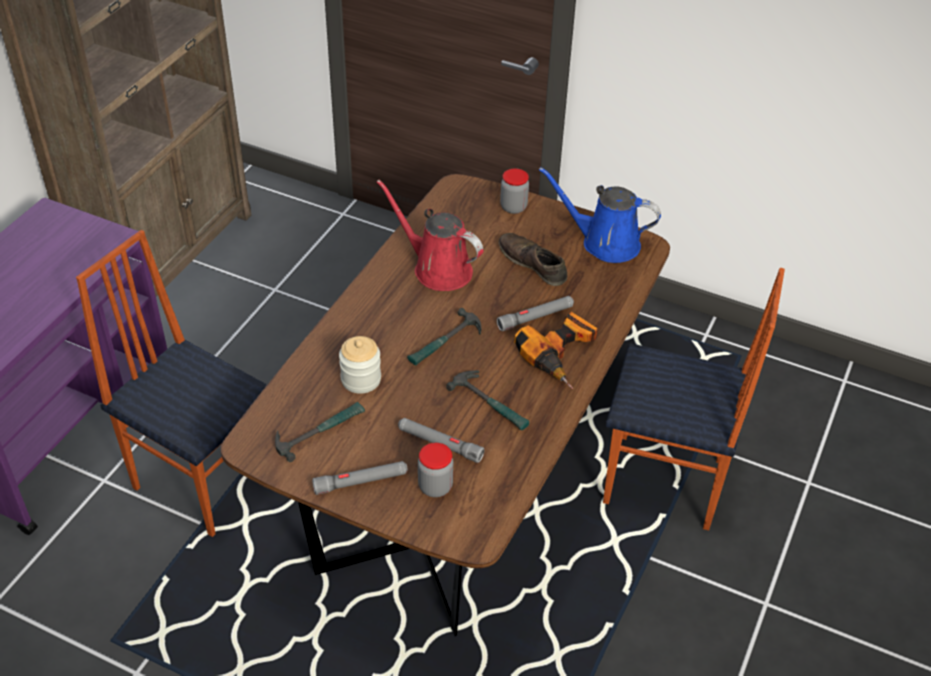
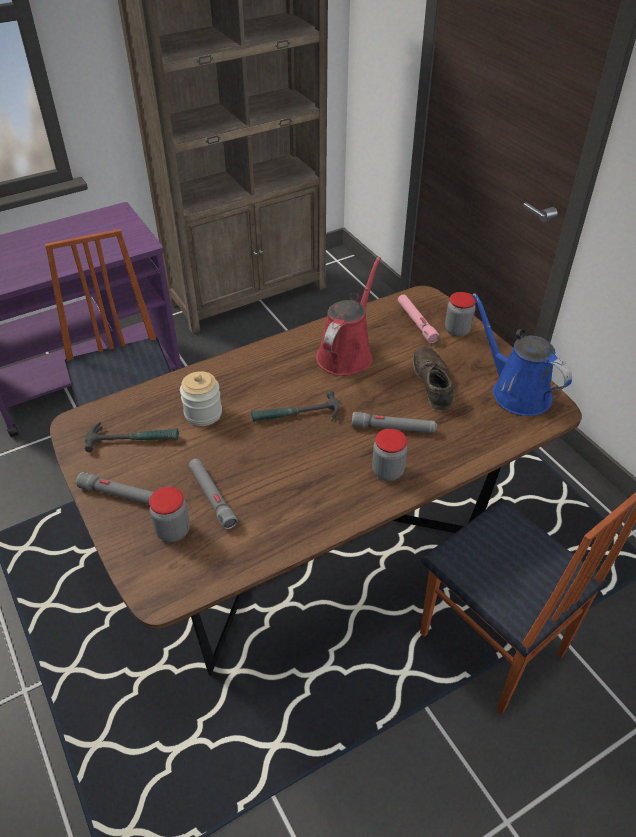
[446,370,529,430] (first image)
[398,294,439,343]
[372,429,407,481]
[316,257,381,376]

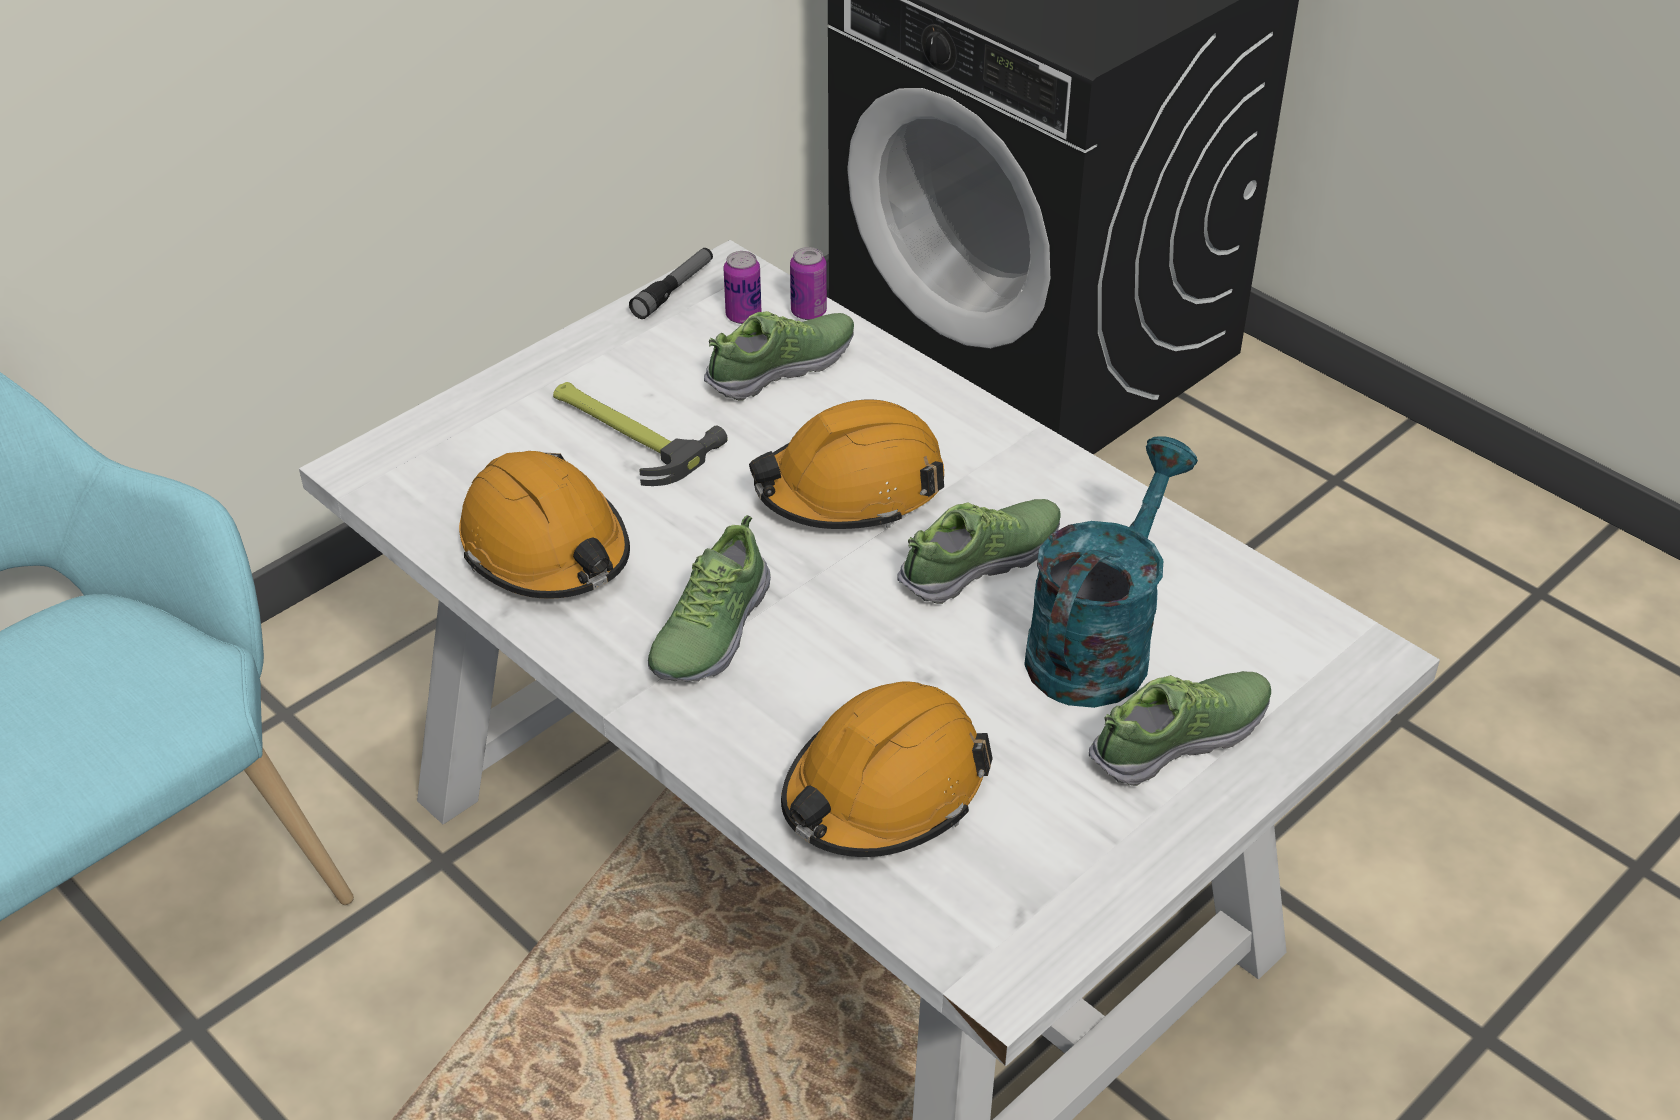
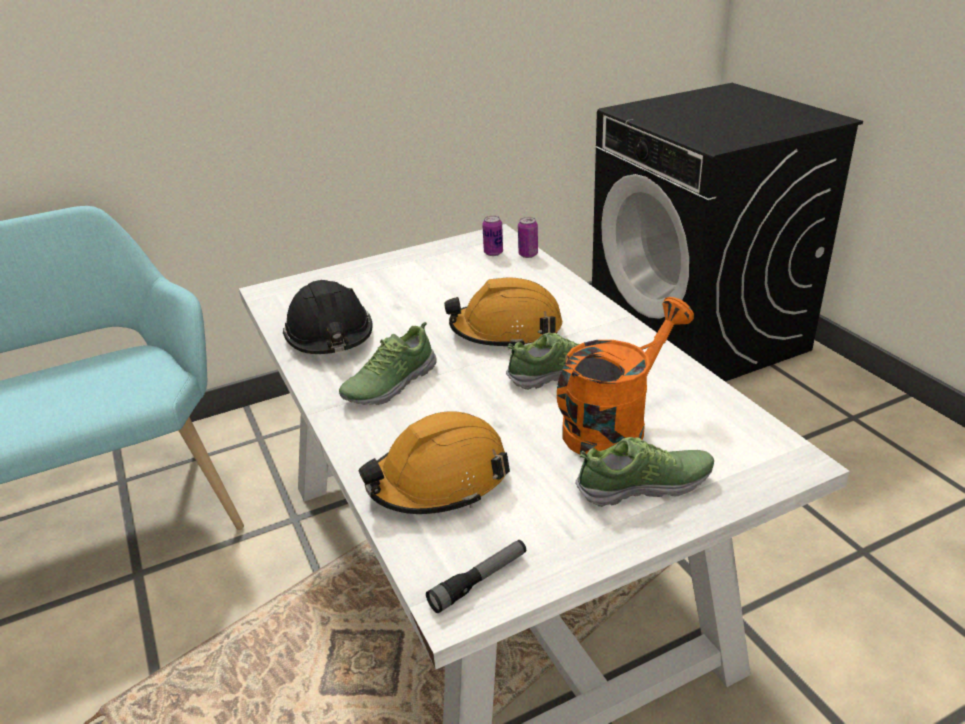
[553,382,728,486] (first image)
[704,311,854,401] (first image)
[426,540,526,613]
[283,280,373,354]
[557,297,694,455]

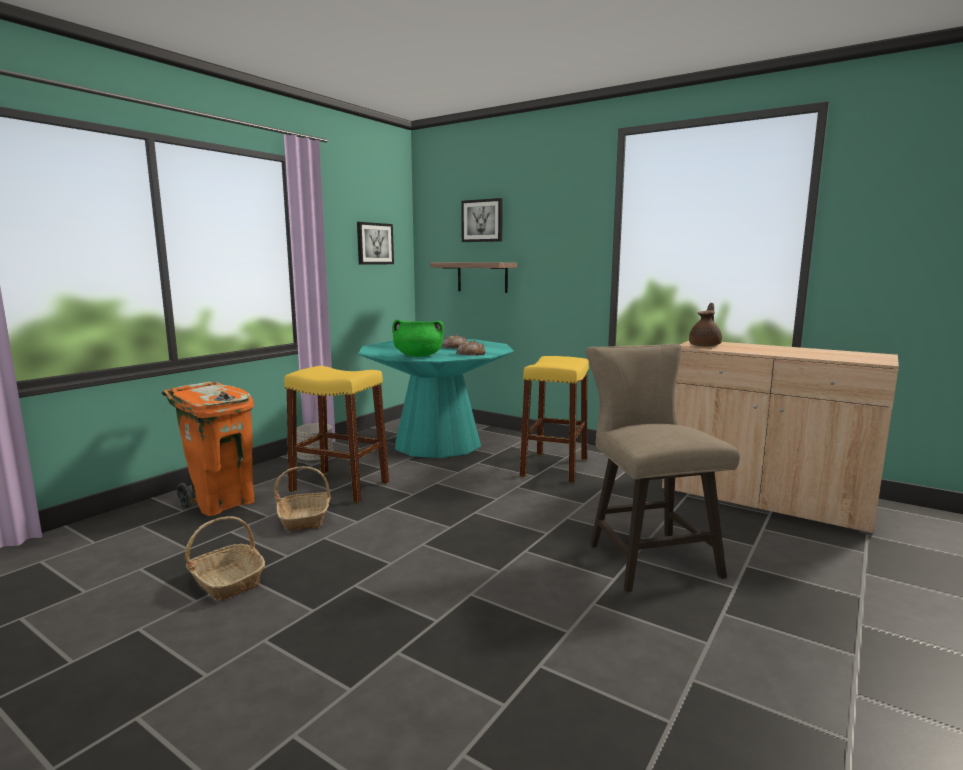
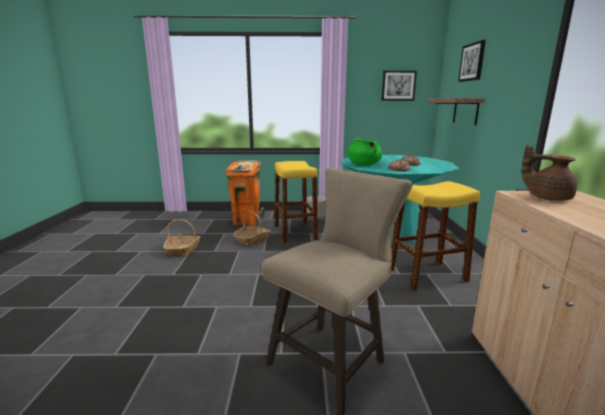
[522,144,577,201]

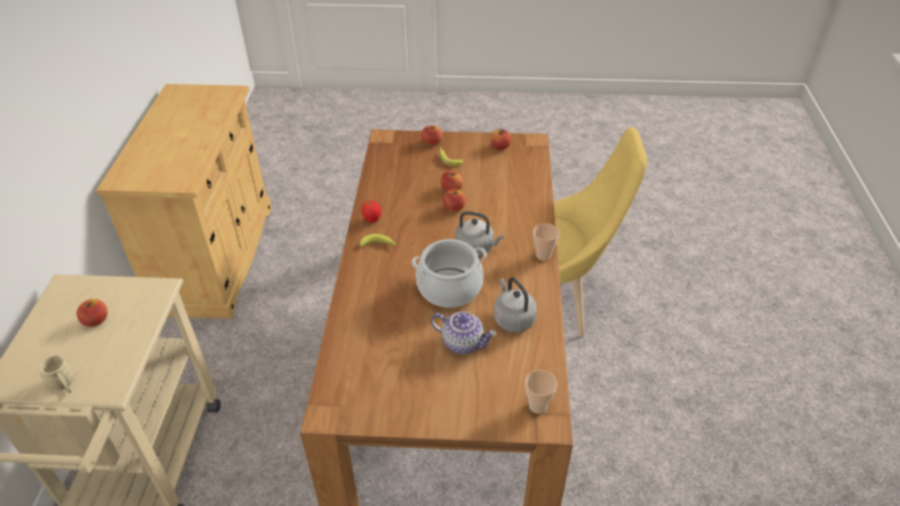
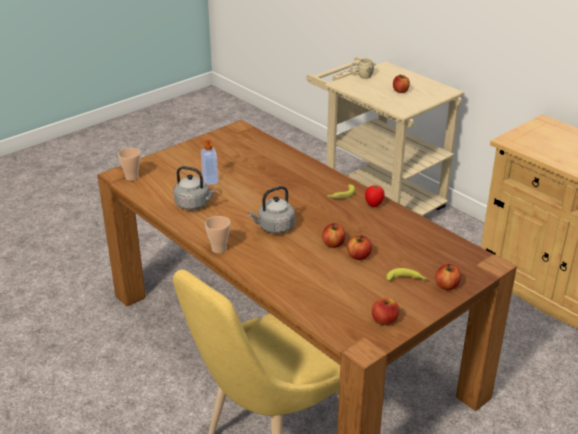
[412,239,487,308] (first image)
[200,139,219,185]

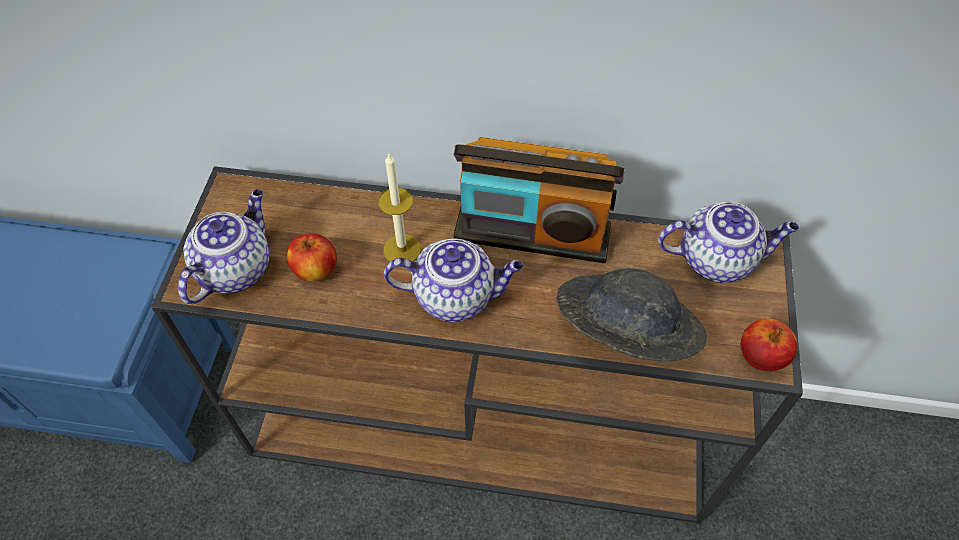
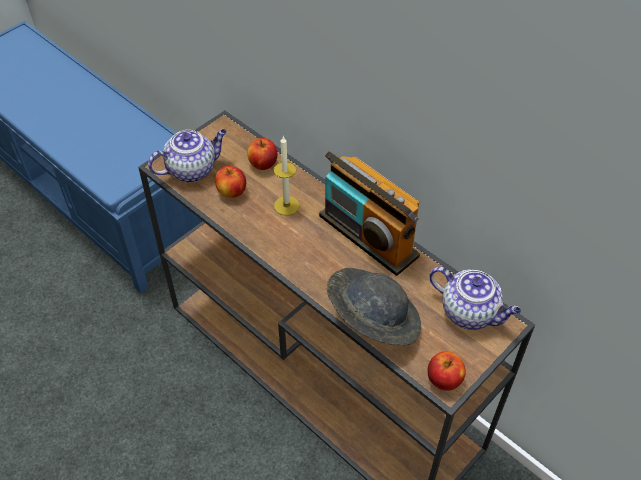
[384,238,524,322] (first image)
[247,138,277,170]

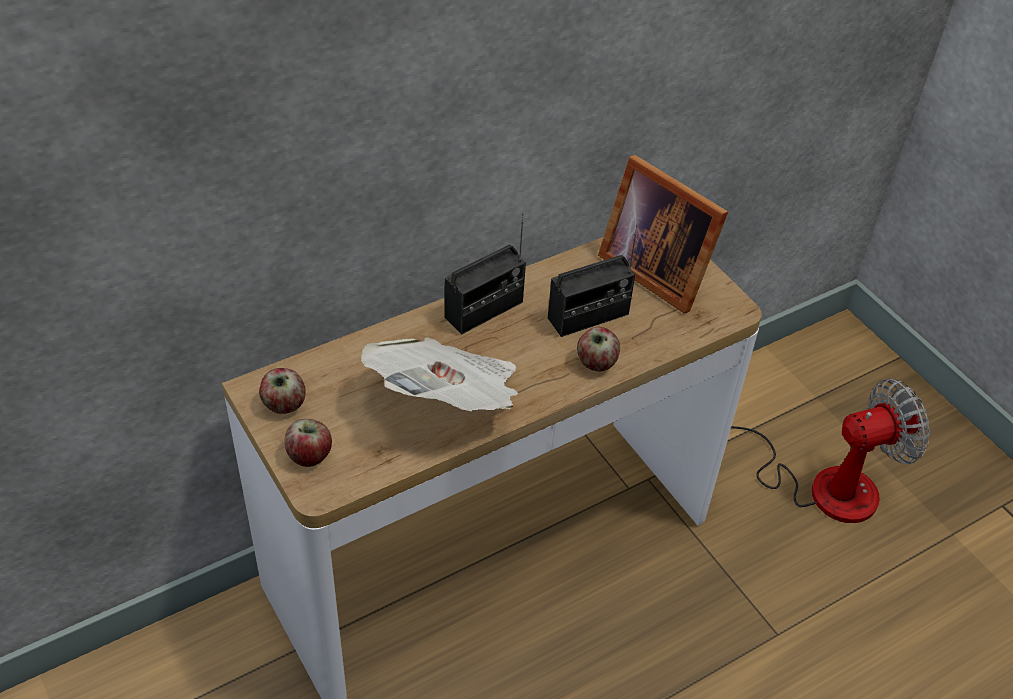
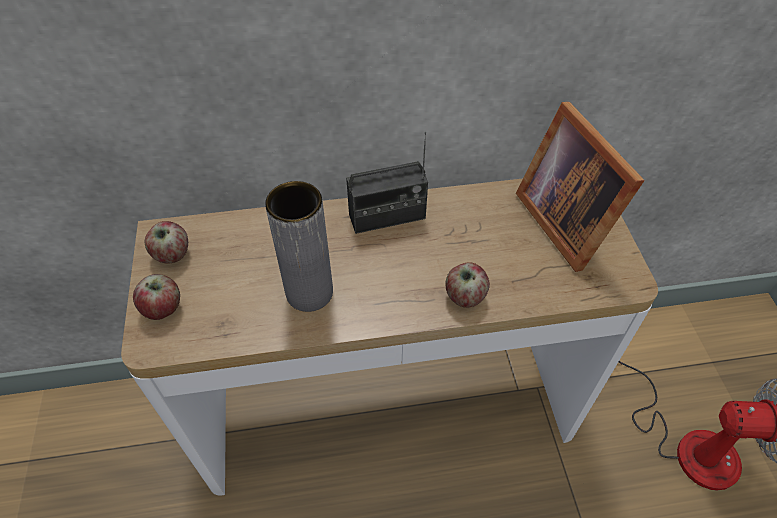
[548,225,638,337] (first image)
[265,181,333,312]

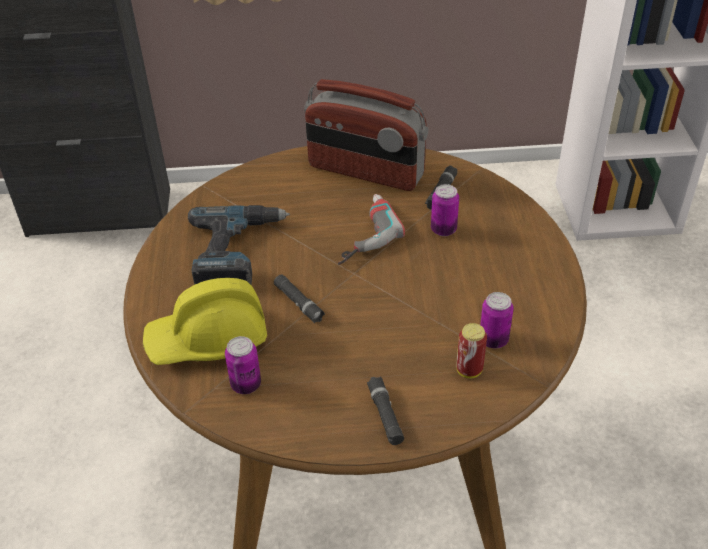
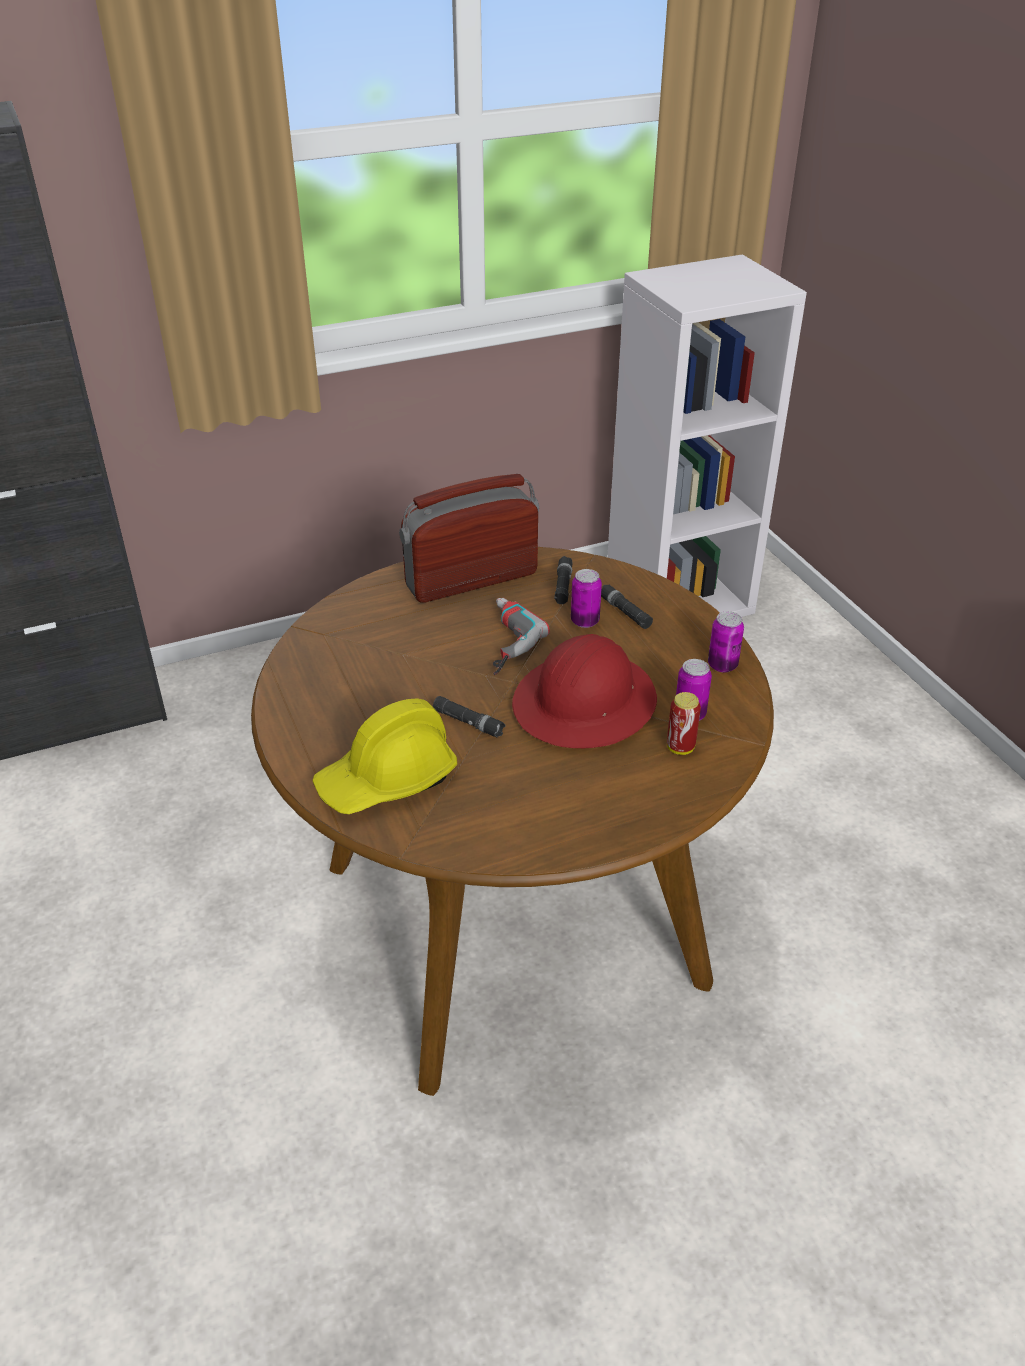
[188,205,290,285] (first image)
[512,634,657,749]
[708,611,744,672]
[601,585,653,629]
[399,474,539,603]

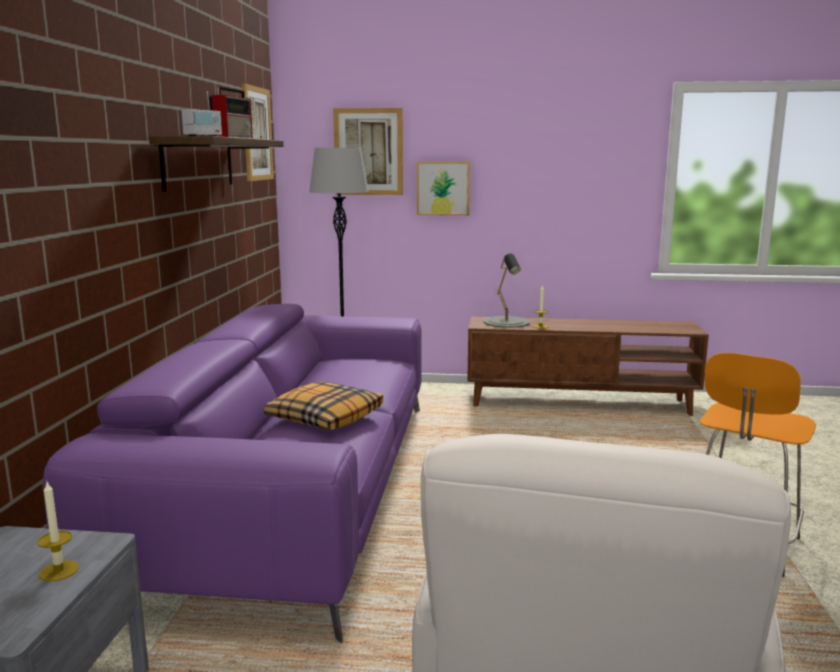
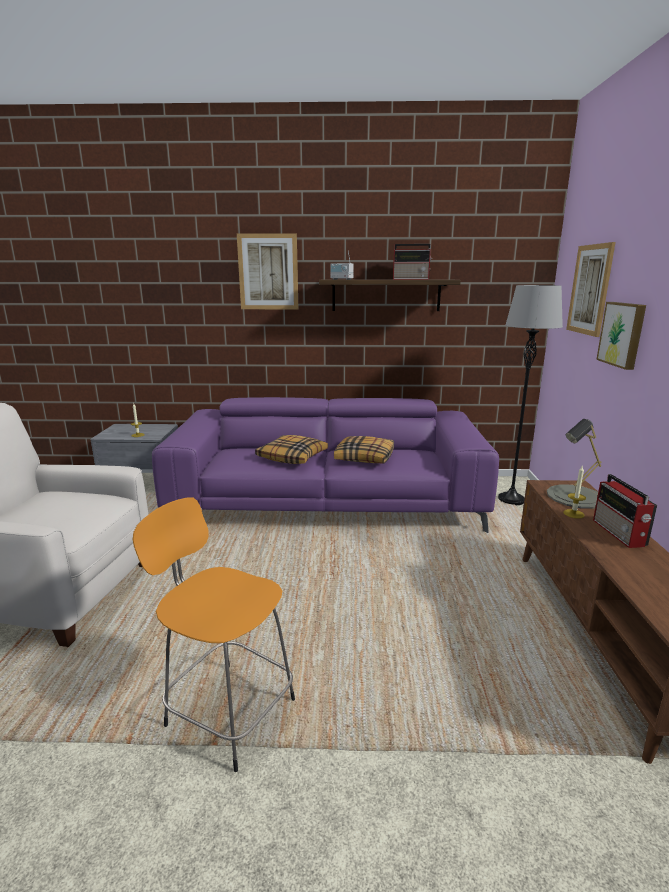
[334,436,394,464]
[593,474,657,548]
[237,233,298,309]

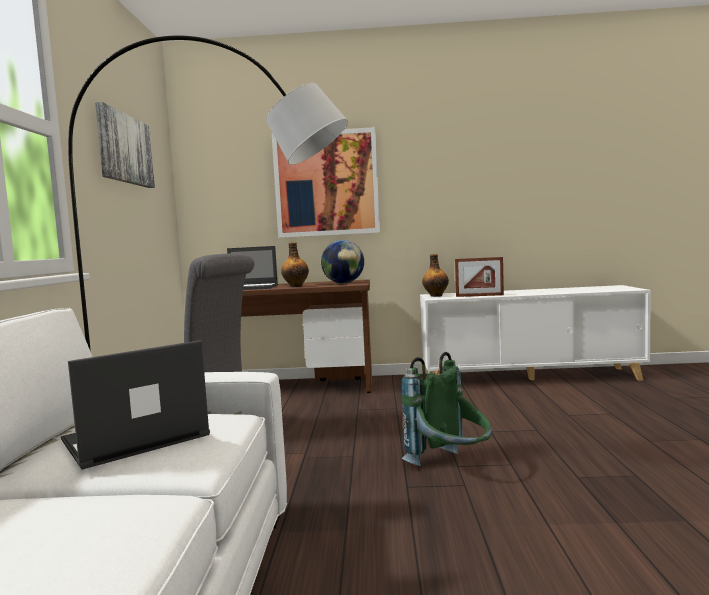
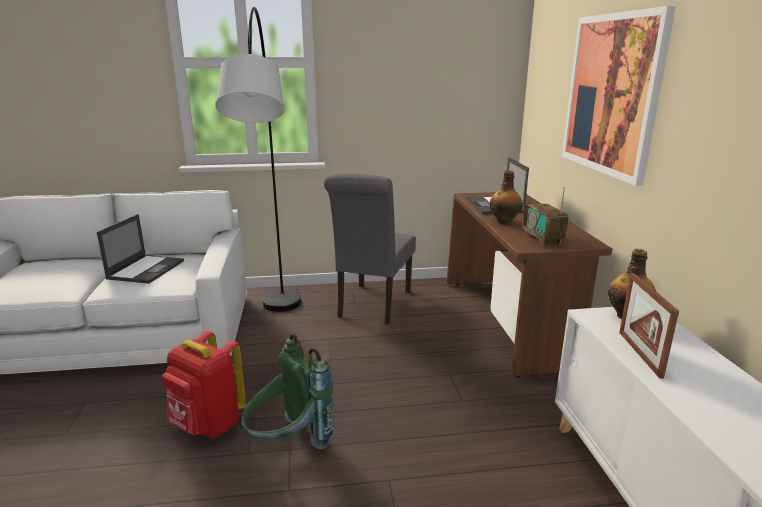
[95,102,155,188] (first image)
[162,331,246,438]
[523,187,569,246]
[97,214,184,284]

